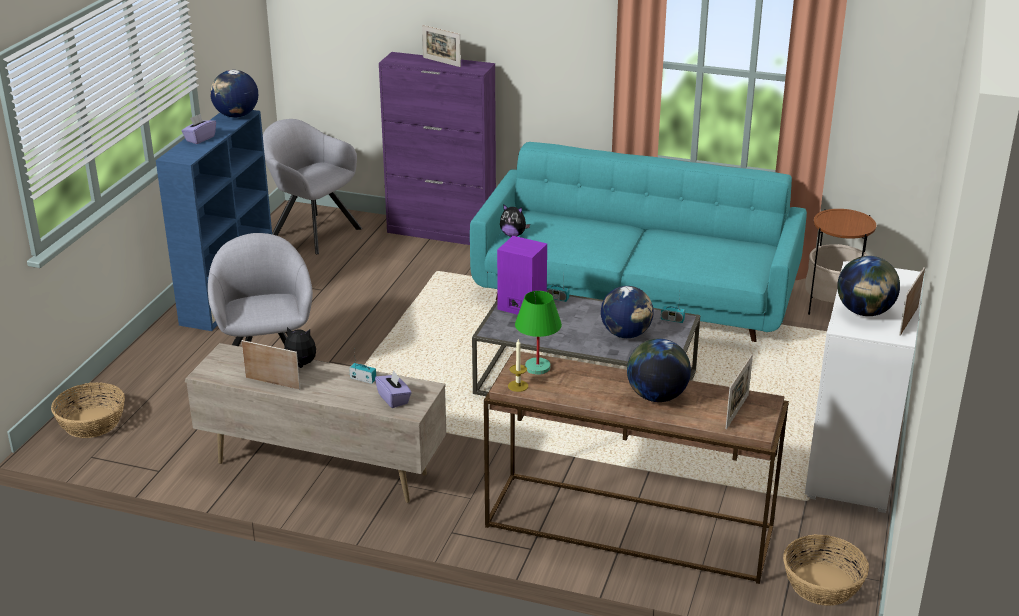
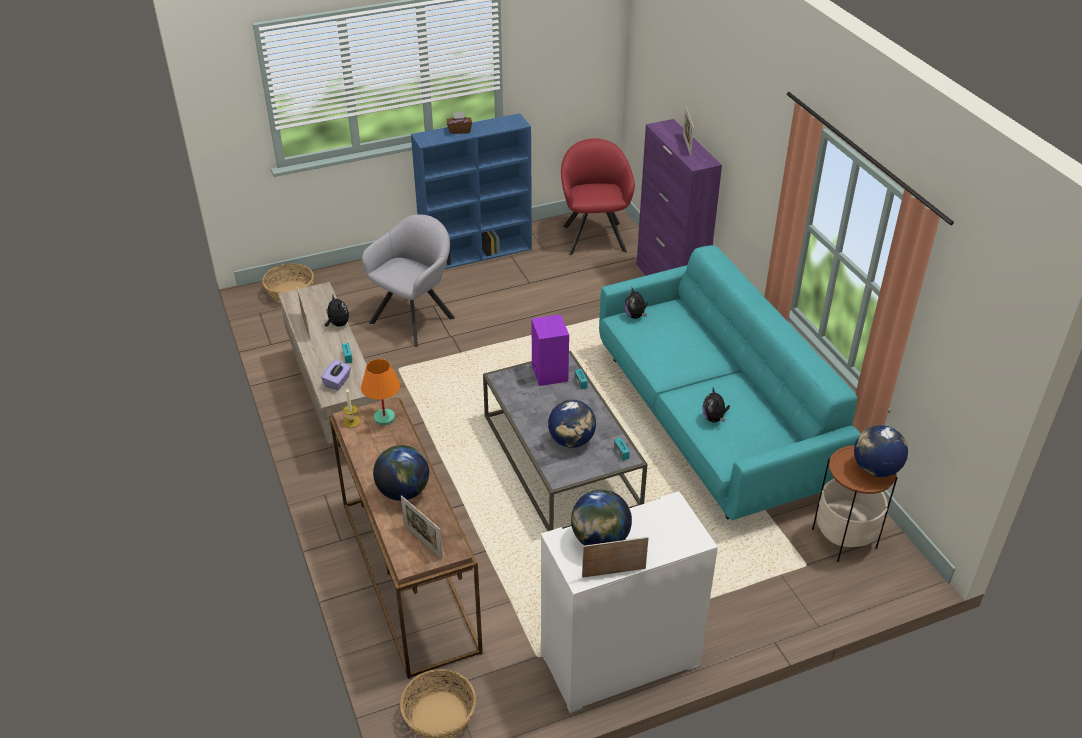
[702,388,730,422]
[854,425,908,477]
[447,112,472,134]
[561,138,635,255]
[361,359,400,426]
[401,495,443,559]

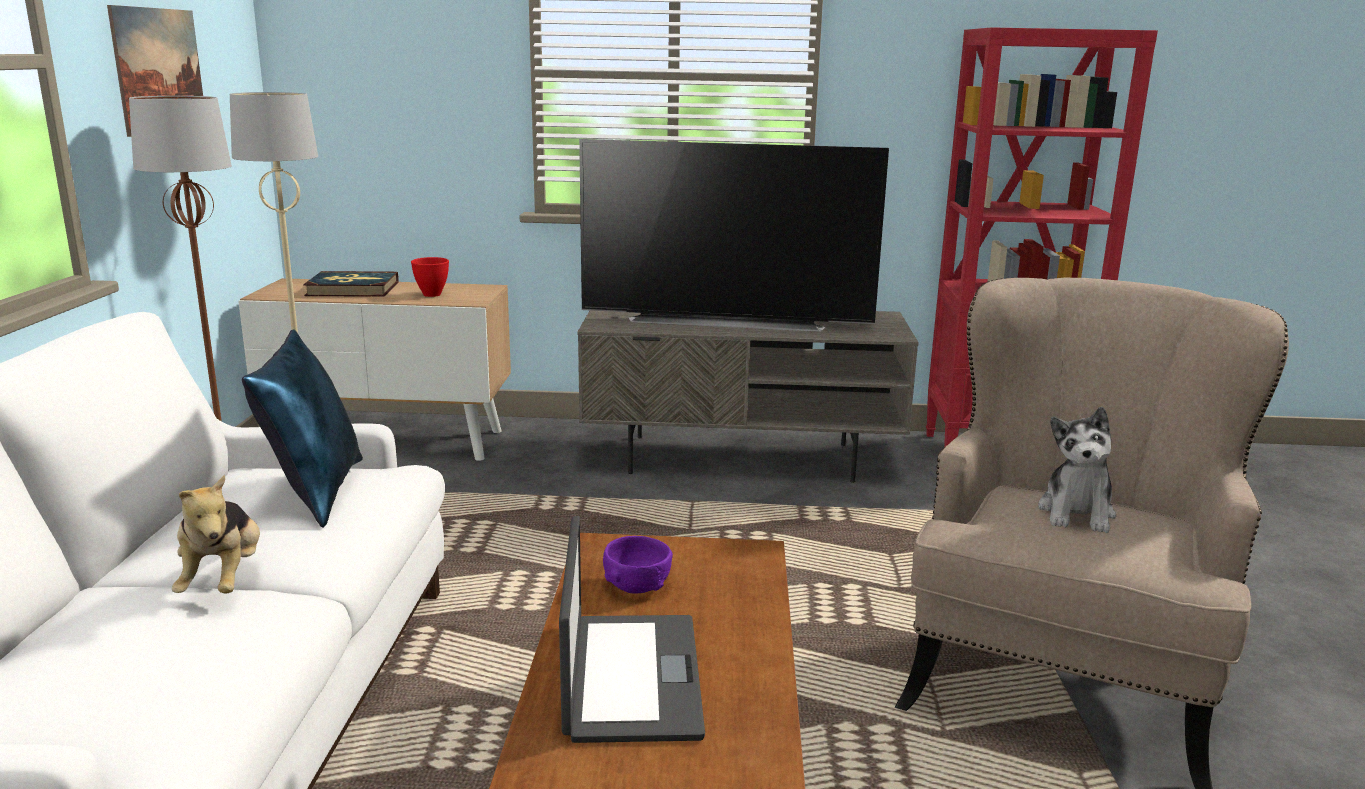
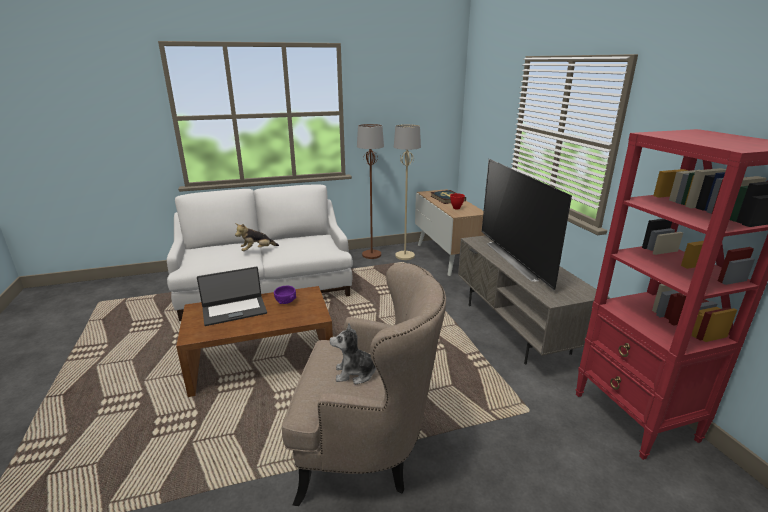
[107,5,203,137] (first image)
[242,329,363,528] (first image)

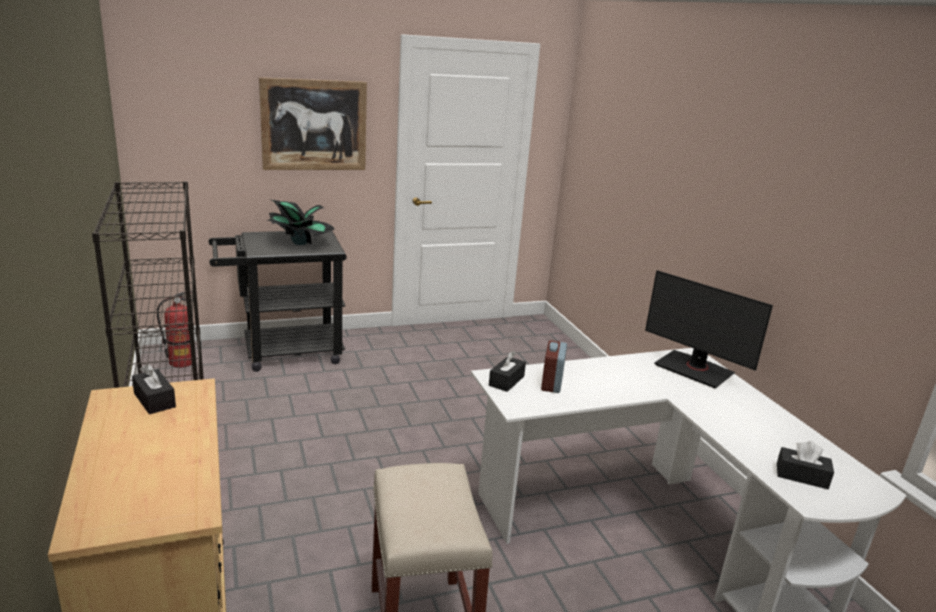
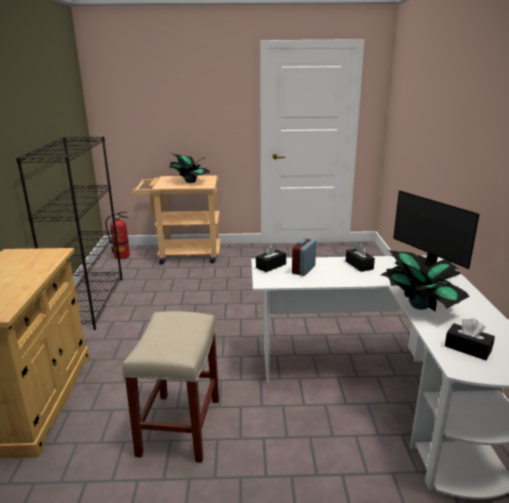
[259,77,367,170] (first image)
[381,250,470,312]
[346,243,375,272]
[131,175,221,264]

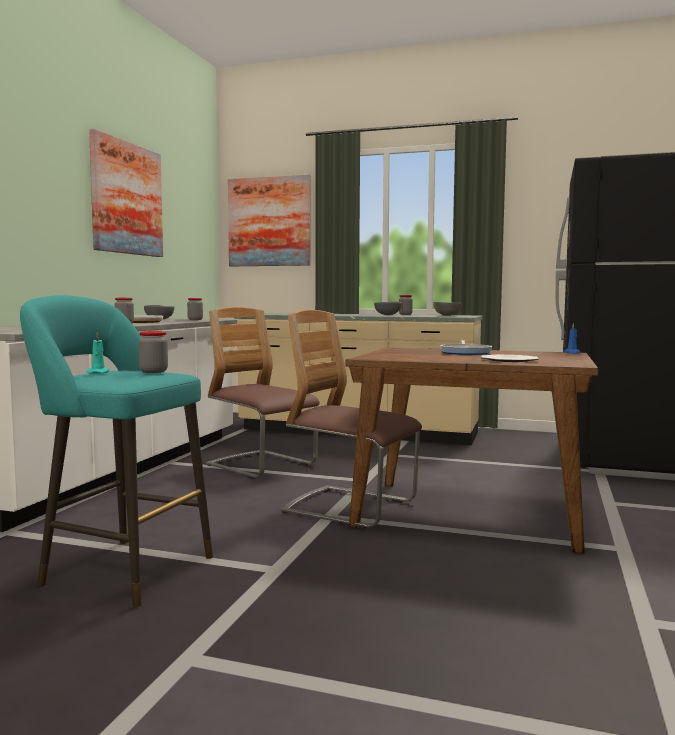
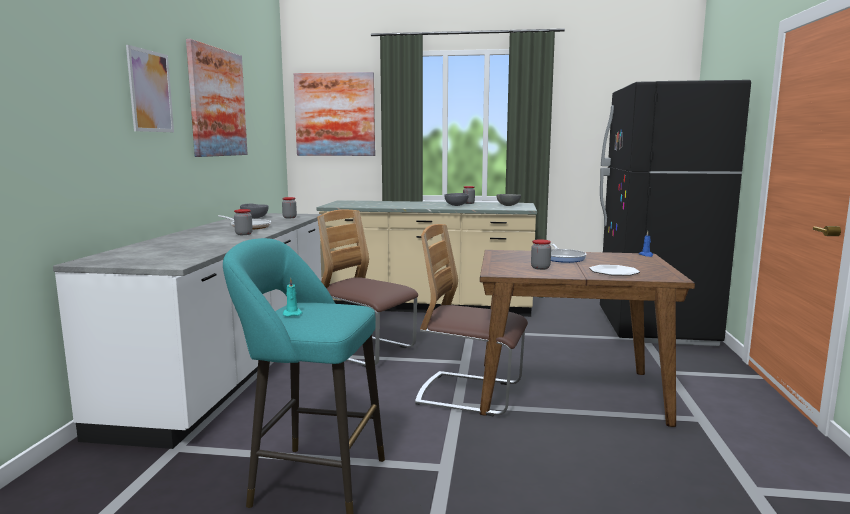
[126,45,174,132]
[531,239,551,270]

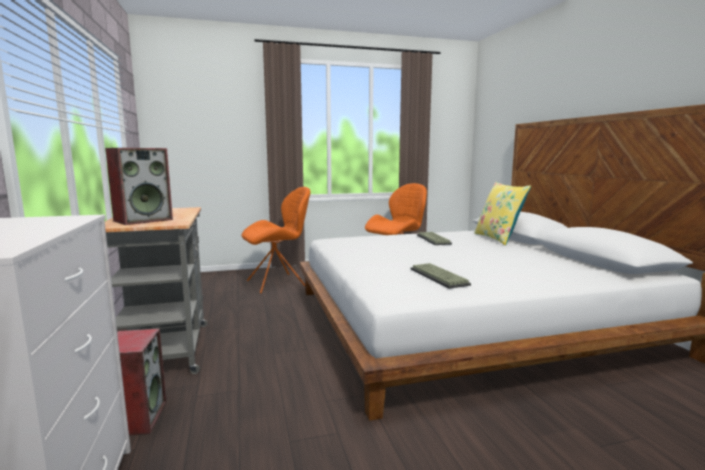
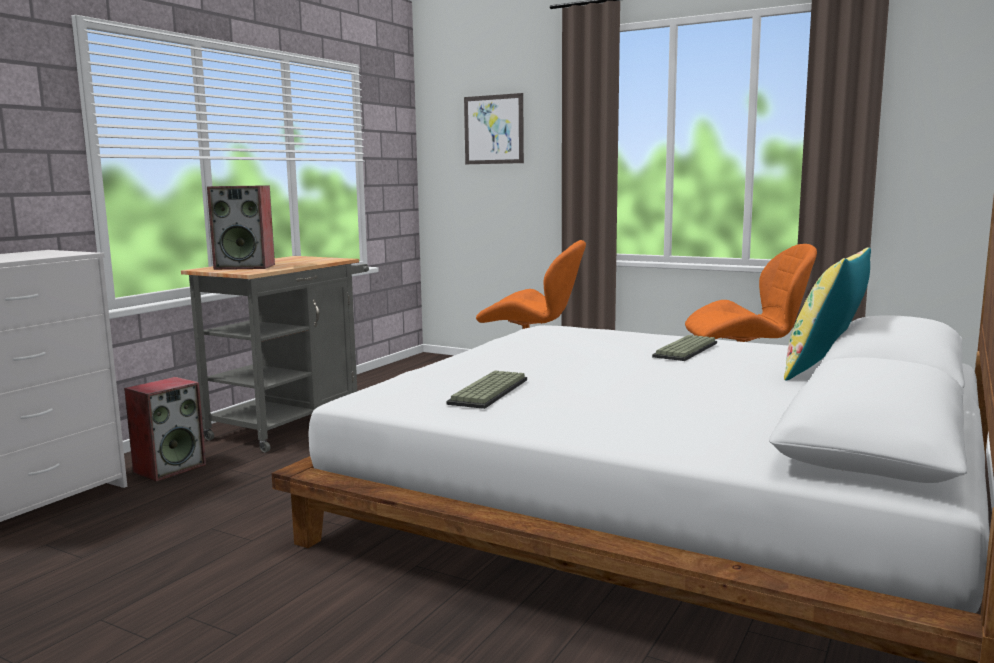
[464,93,524,164]

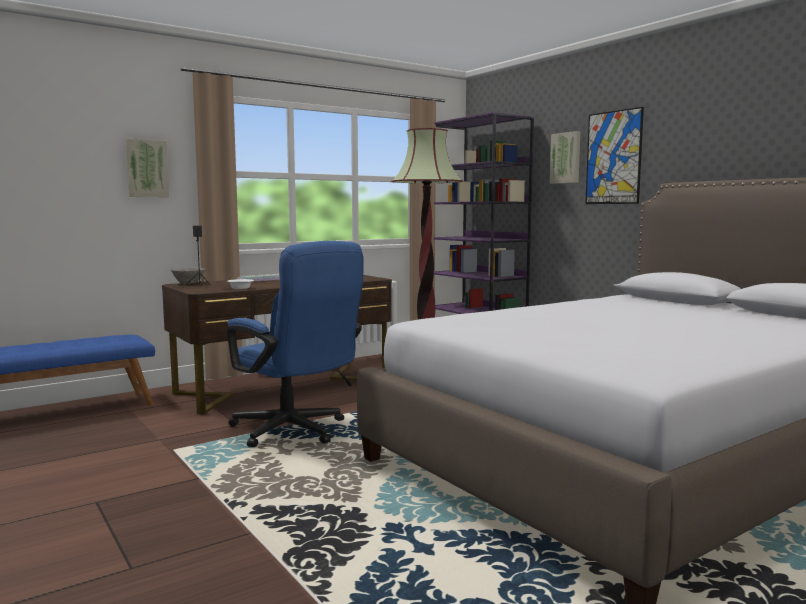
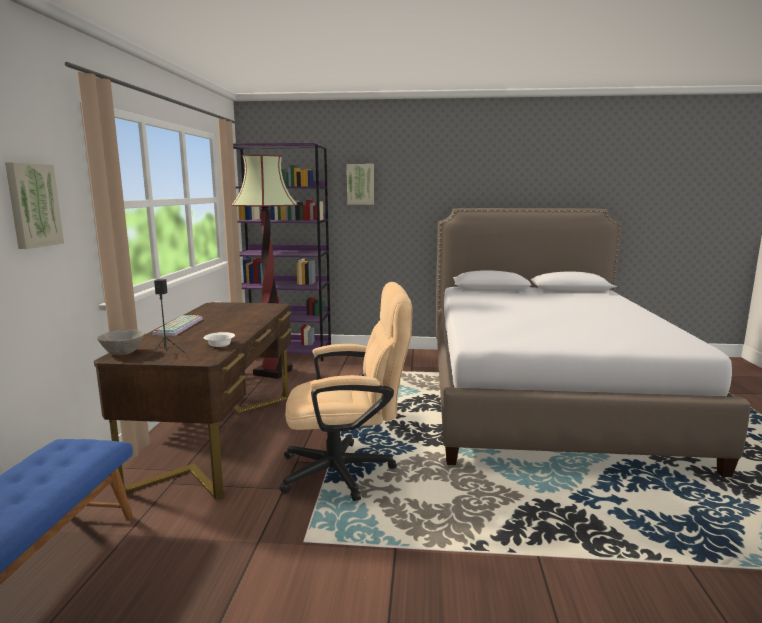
[585,107,644,204] (first image)
[279,282,412,501]

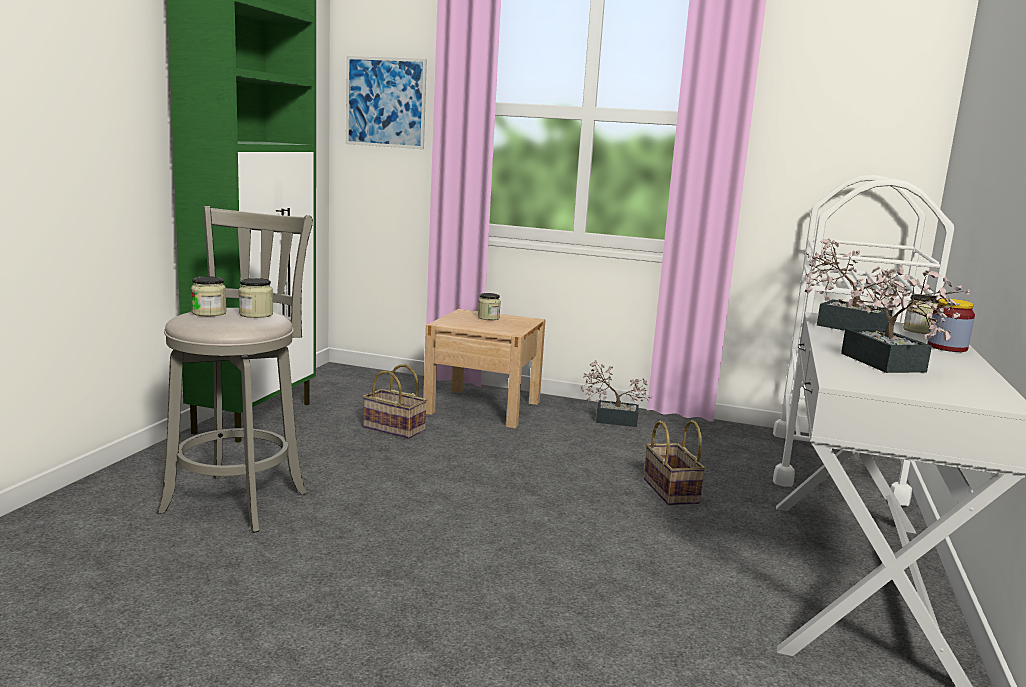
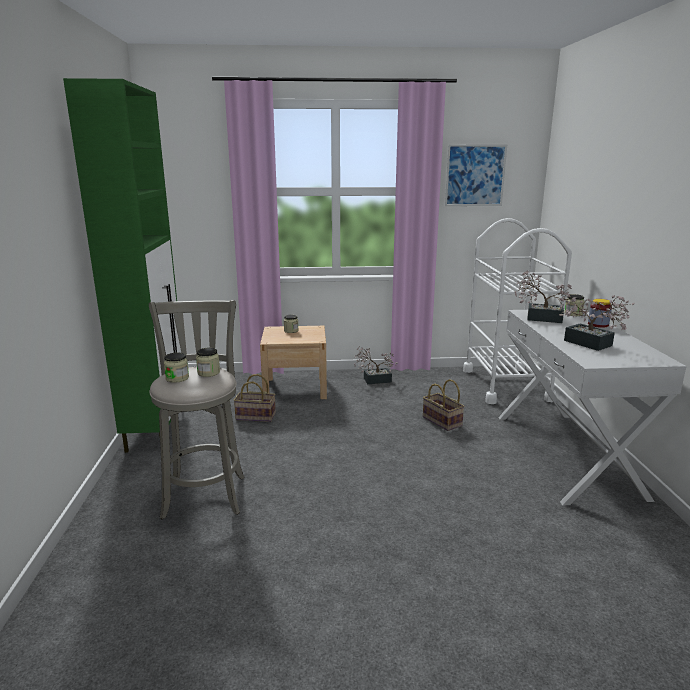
[445,144,507,206]

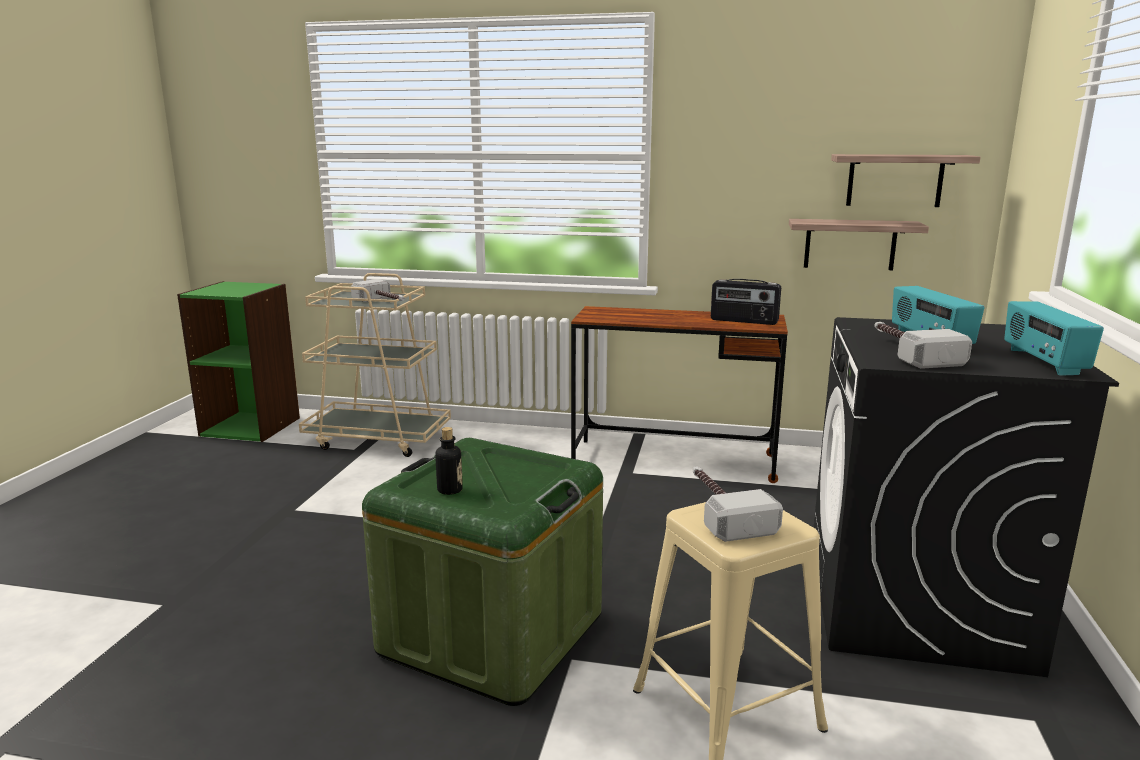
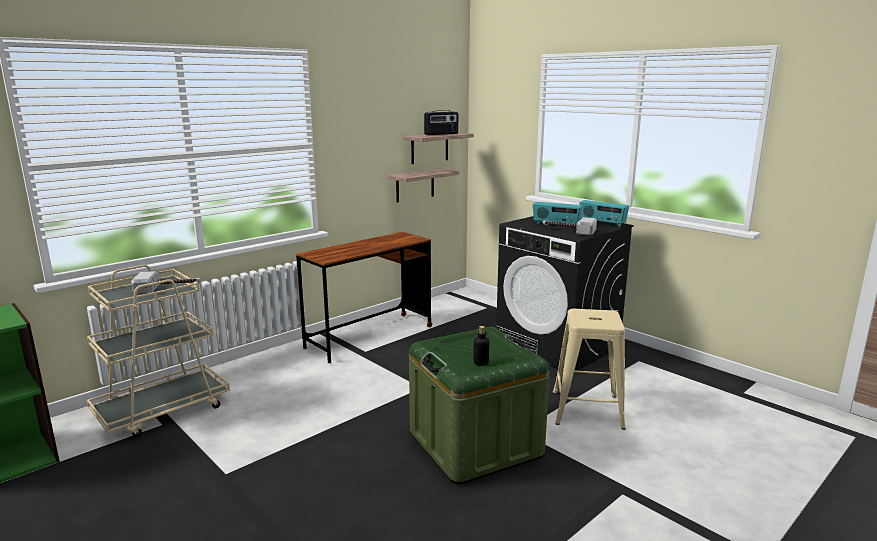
[693,466,783,542] (first image)
[424,110,458,135]

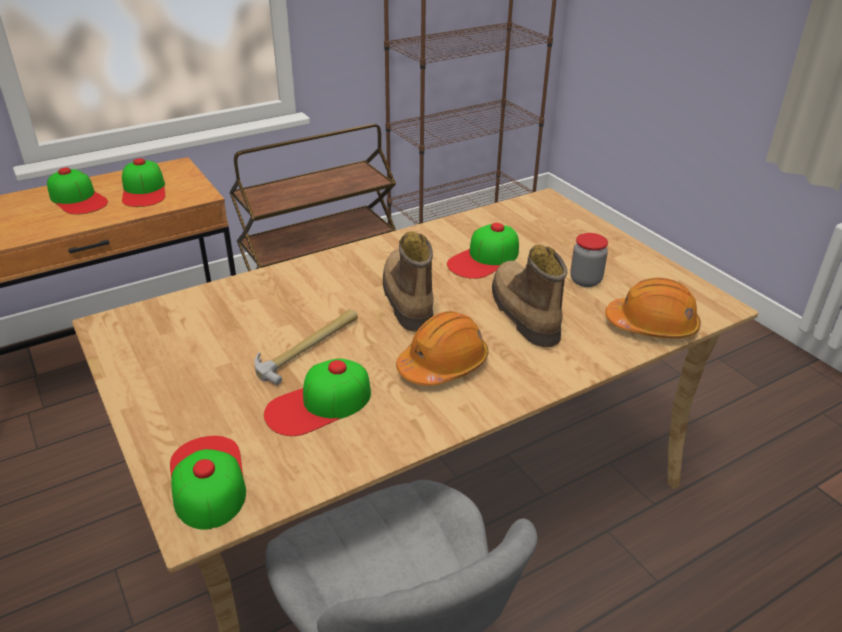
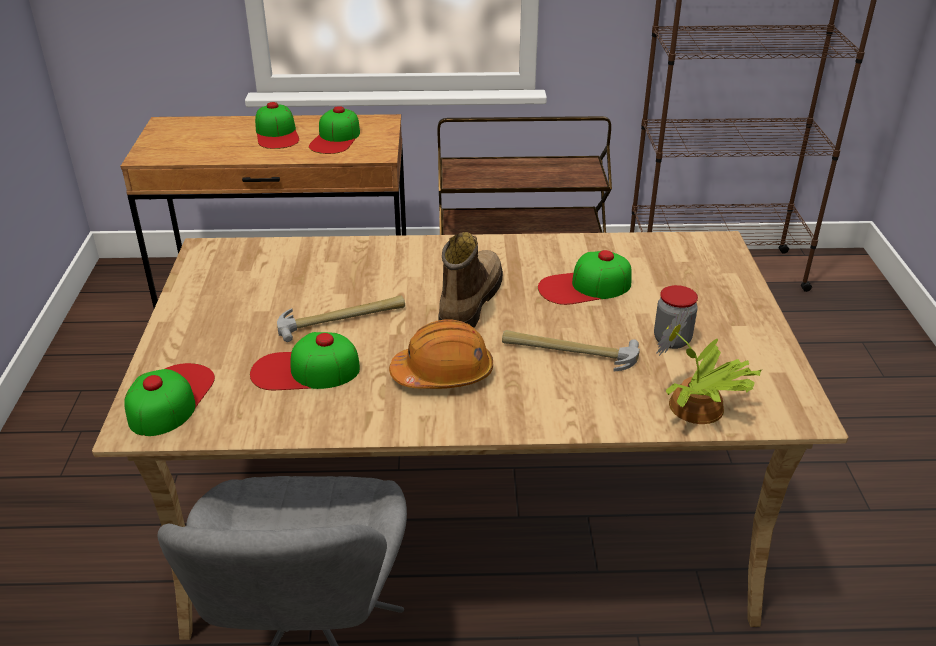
[502,330,640,371]
[656,308,762,424]

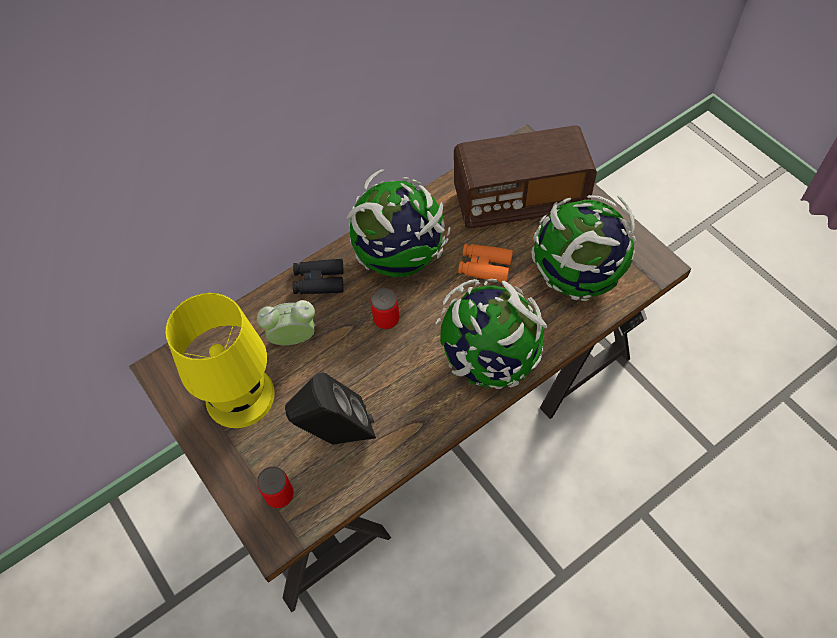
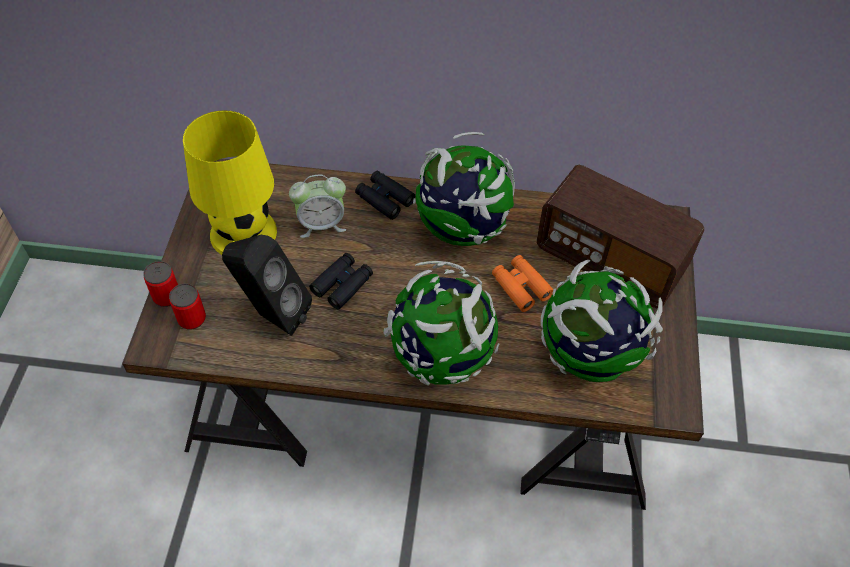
[309,253,373,310]
[143,261,178,307]
[289,175,346,238]

